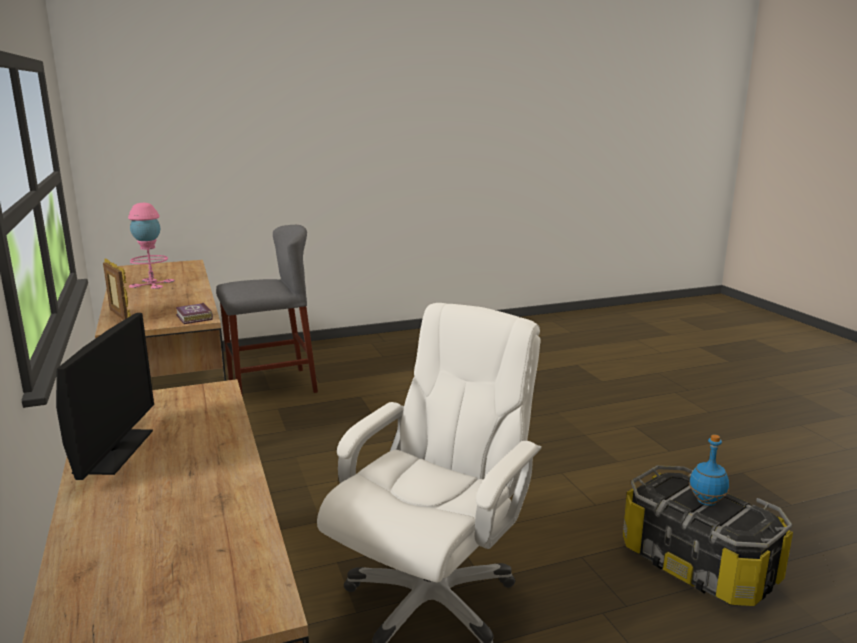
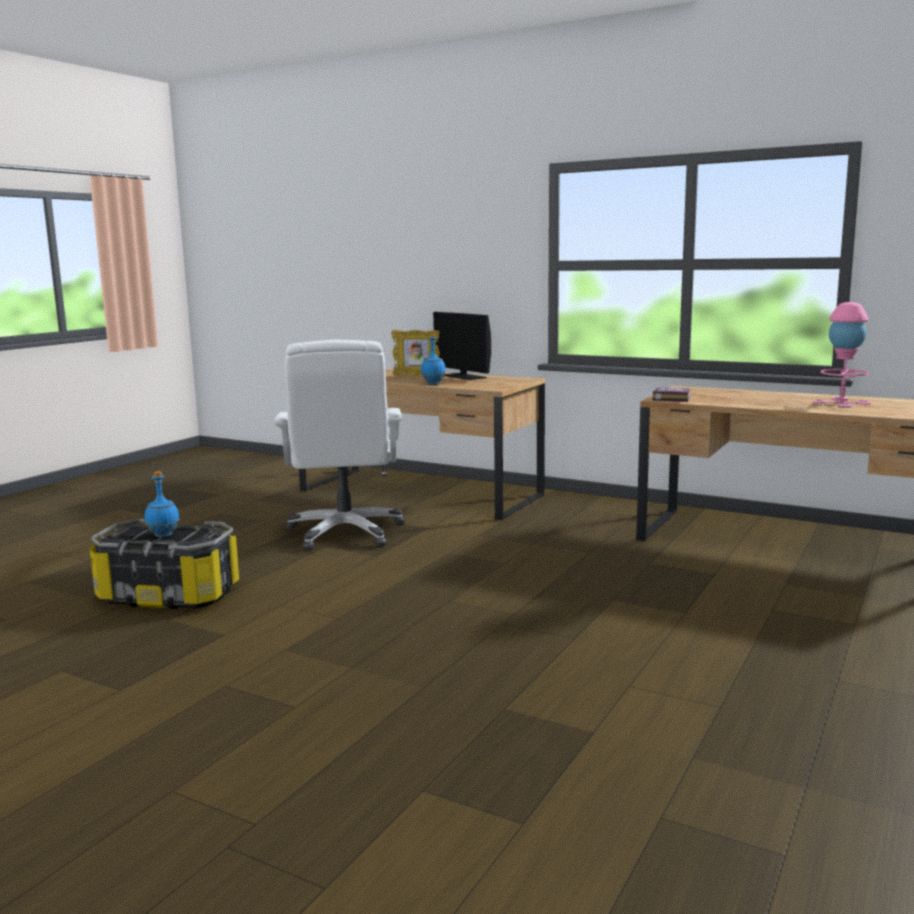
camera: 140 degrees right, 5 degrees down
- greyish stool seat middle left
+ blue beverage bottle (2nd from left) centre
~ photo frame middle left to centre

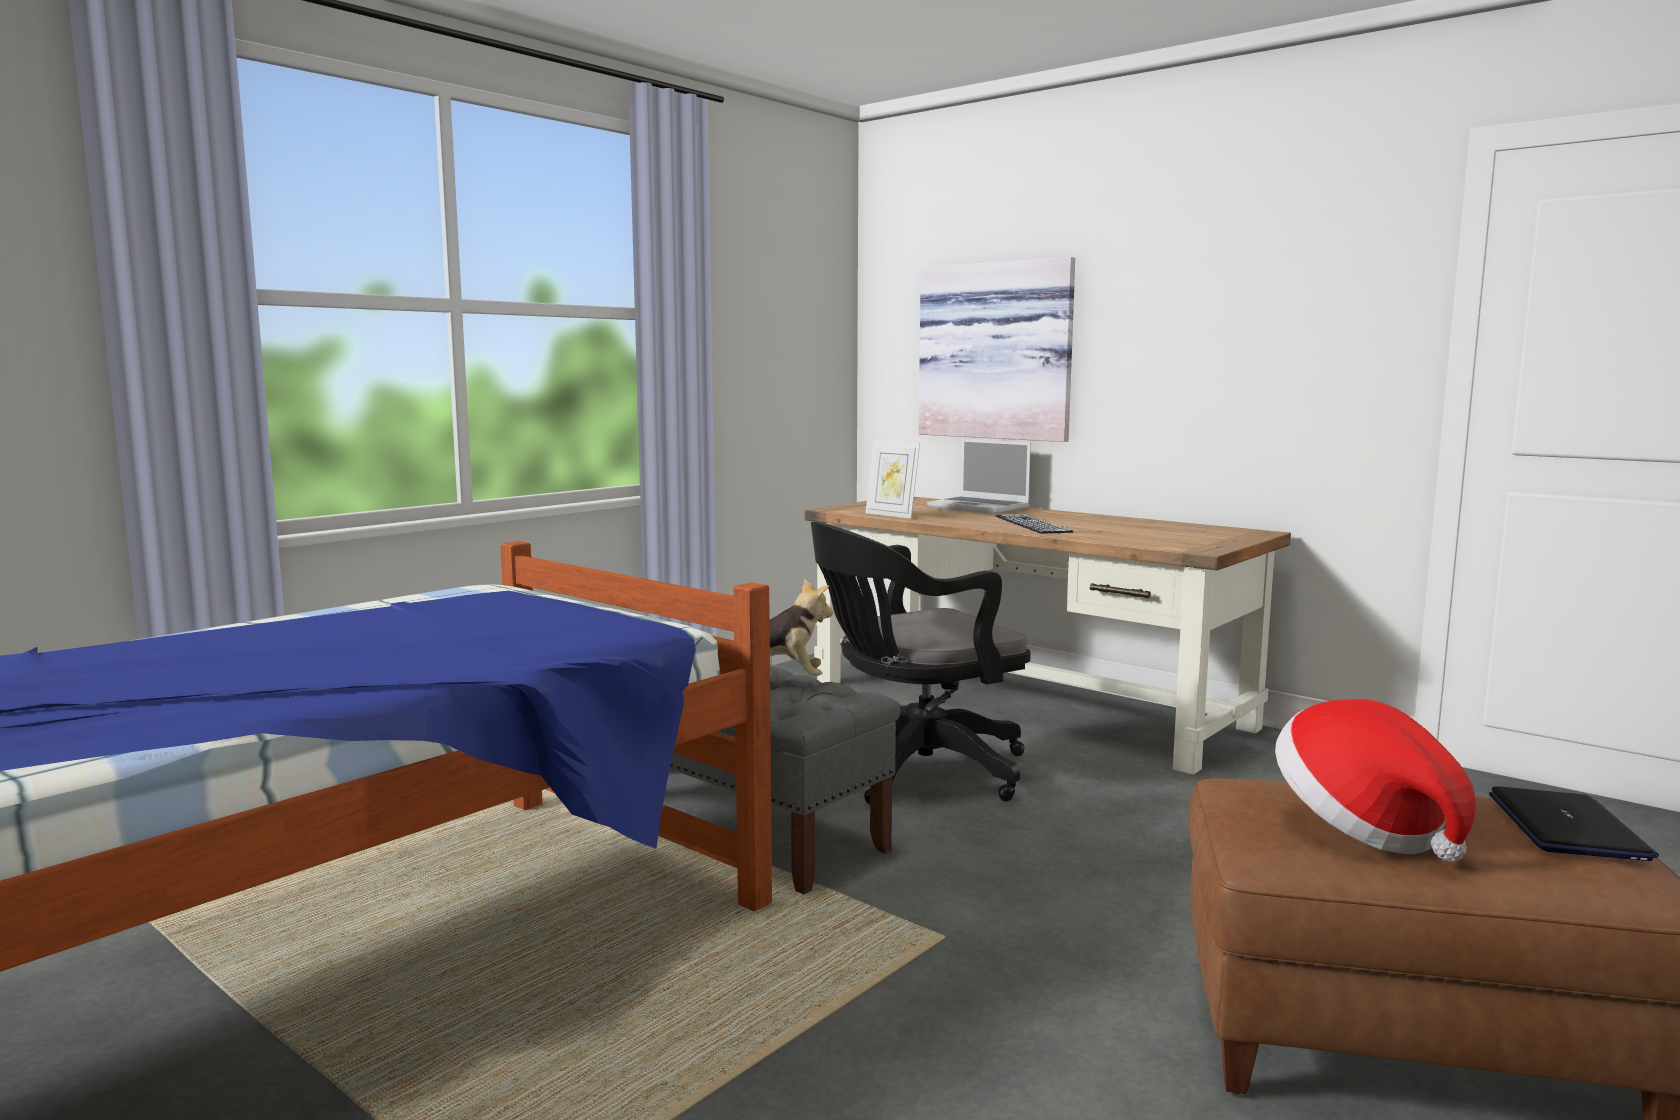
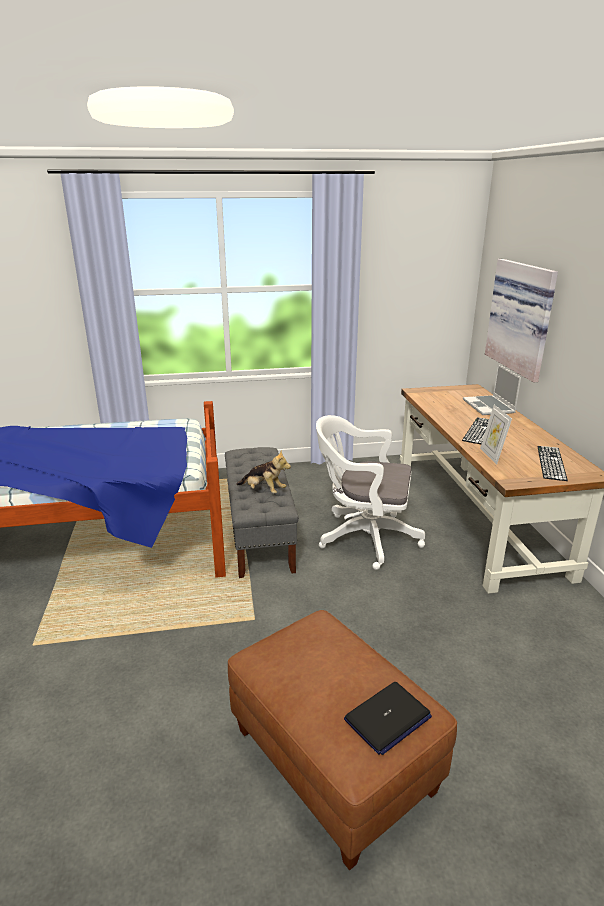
camera: 40 degrees right, 15 degrees up
- hat bottom right
+ keyboard (2nd from left) middle right
~ photo frame centre to middle right
~ blackish computer chair centre to white computer chair centre

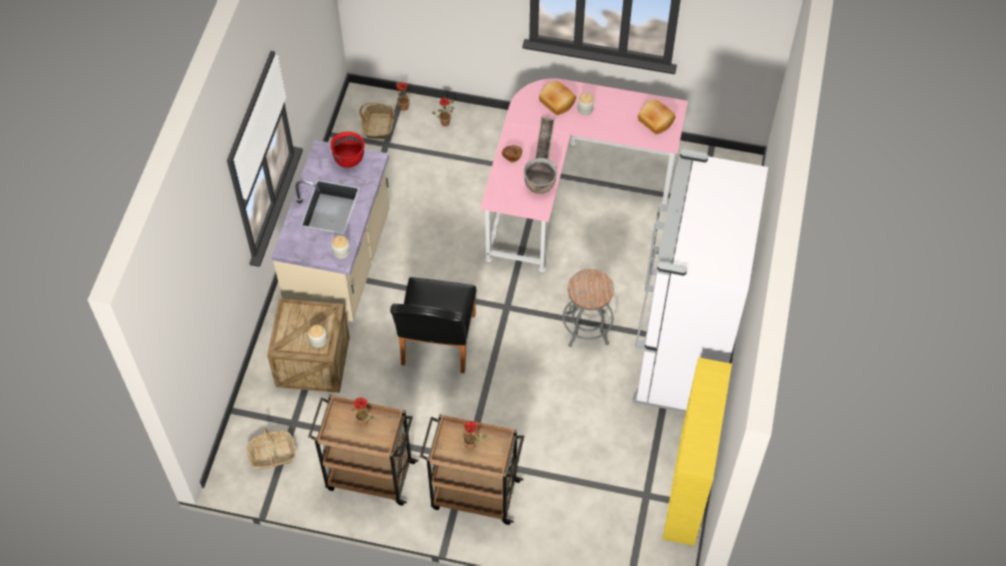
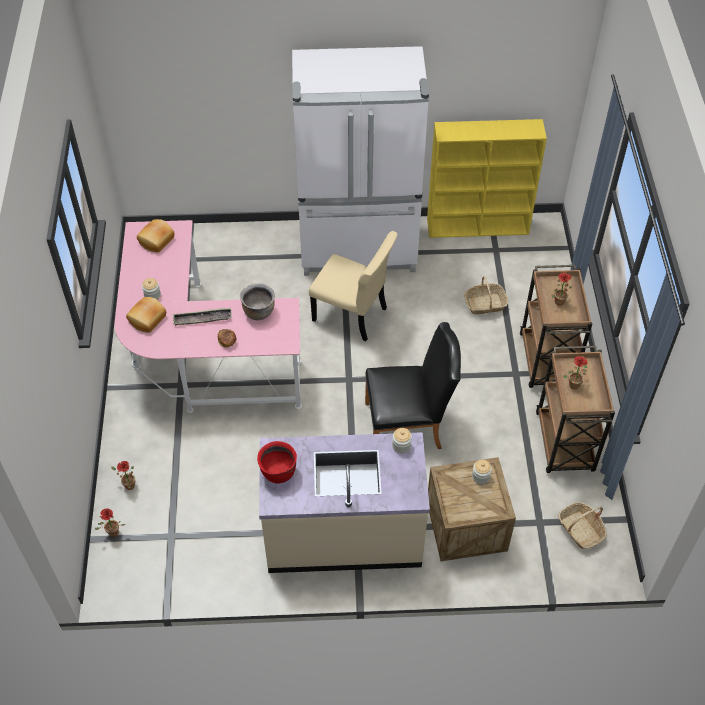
camera: 105 degrees left, 5 degrees down
~ storage basket (2nd from left in the first image) top centre to storage basket (1st from left) middle right
~ greyish stool seat centre to sand-coloured upright chair centre

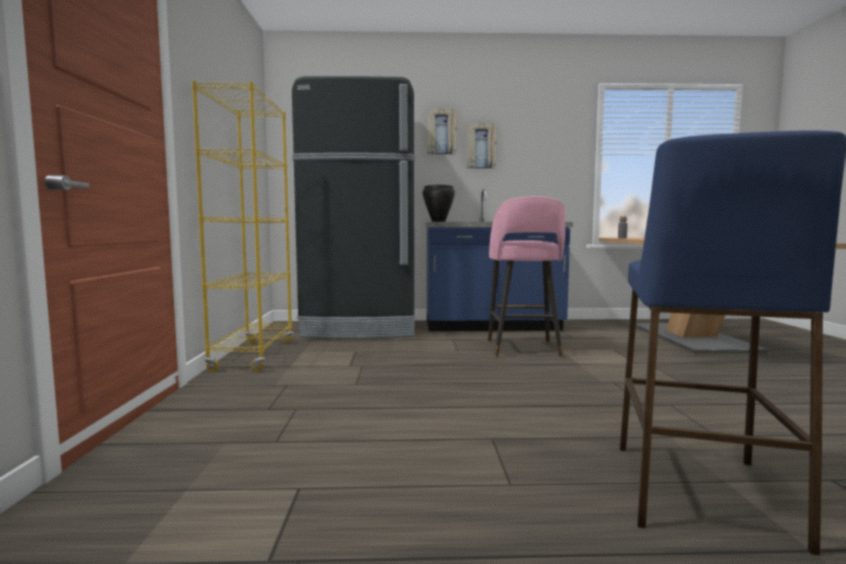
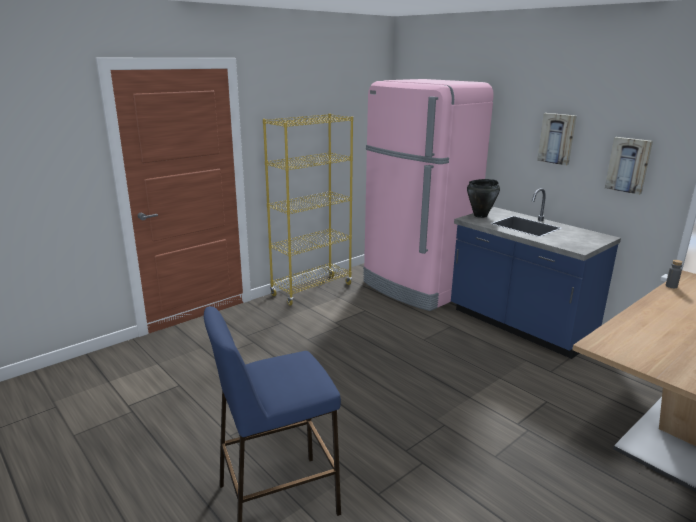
camera: 50 degrees right, 15 degrees up
- pink stool seat centre
~ wall picture (1st from left in the first image) top centre to wall picture (2nd from left) top right
~ blackish refrigerator centre to pink refrigerator centre

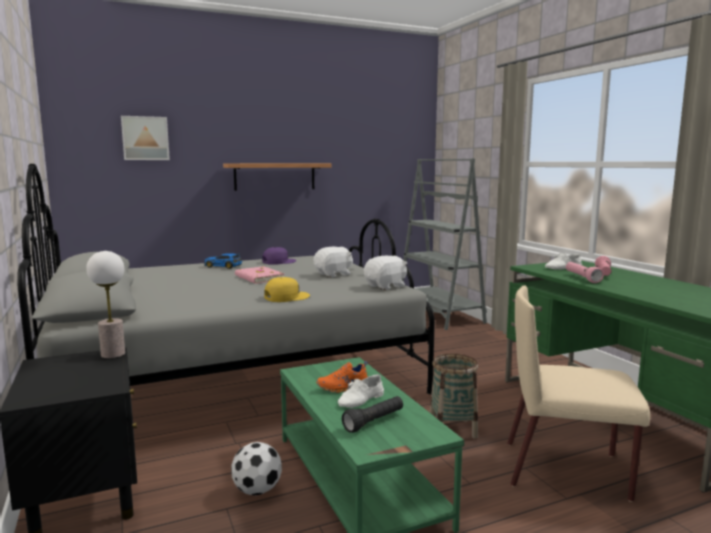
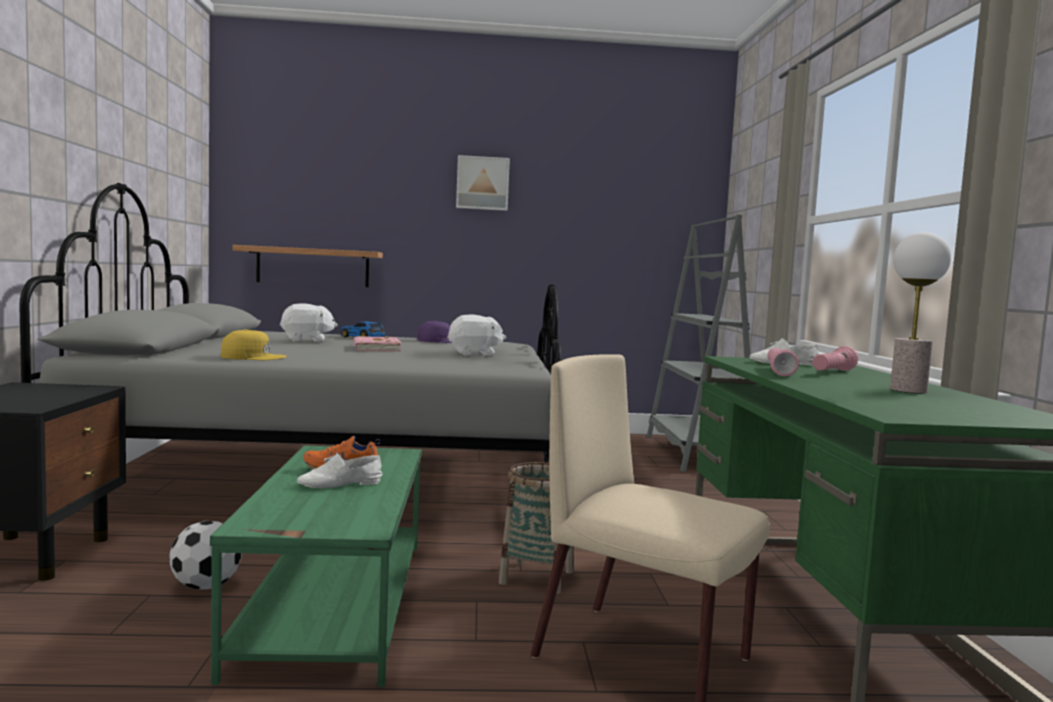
camera: 20 degrees right, 5 degrees down
- blackish hand torch bottom centre
~ table lamp middle left to middle right
~ wall picture top left to top centre
~ bracket shelf top centre to middle left
~ yellow-coloured baseball cap centre to middle left
~ white cuddly toy (2nd from left in the first image) centre to white cuddly toy (1st from left) middle left

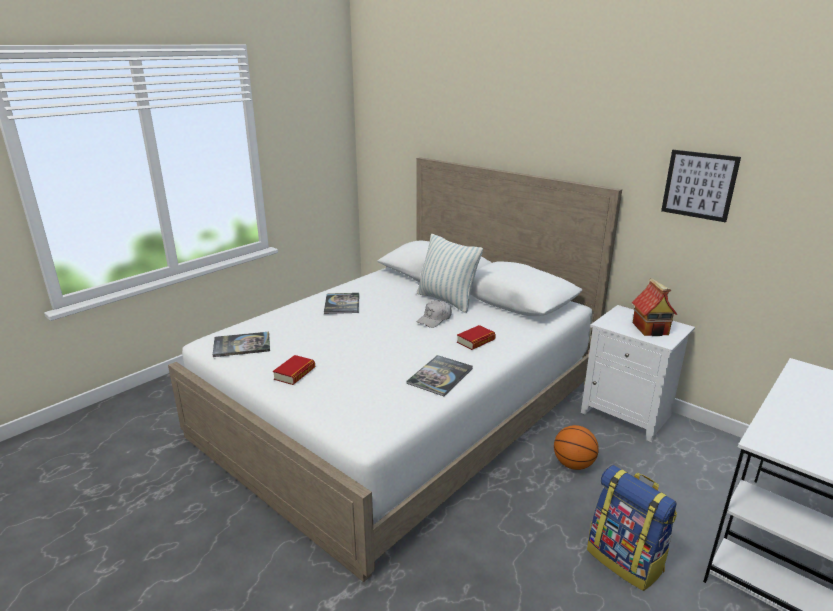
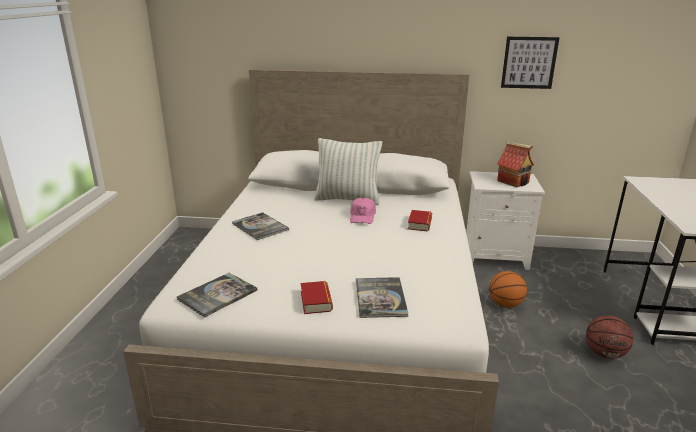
camera: 35 degrees left, 0 degrees up
~ volume (4th from left) centre to bottom centre
~ backpack bottom right to ball for basketball (2nd from left) bottom right
~ white baseball cap centre to pink baseball cap centre

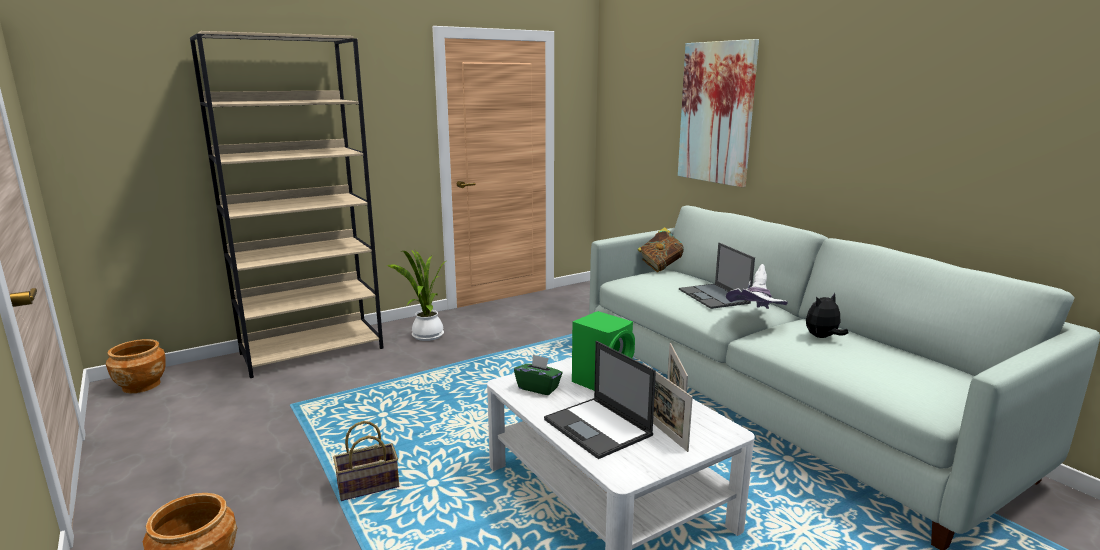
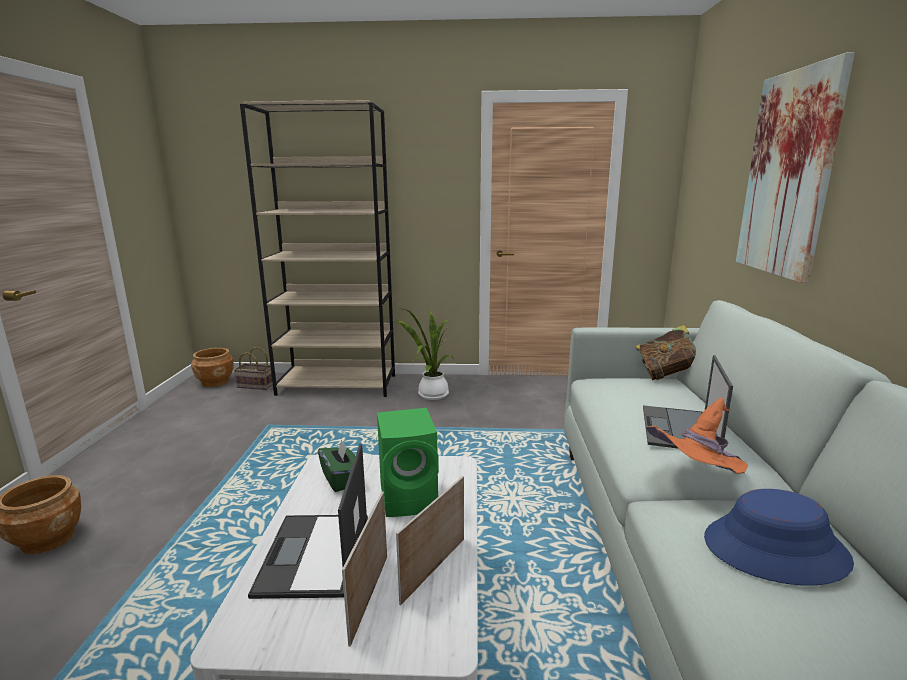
camera: 35 degrees right, 0 degrees up
~ storage basket bottom left to middle left
~ cuddly toy middle right to blue hat bottom right
~ white hat middle right to orange hat middle right

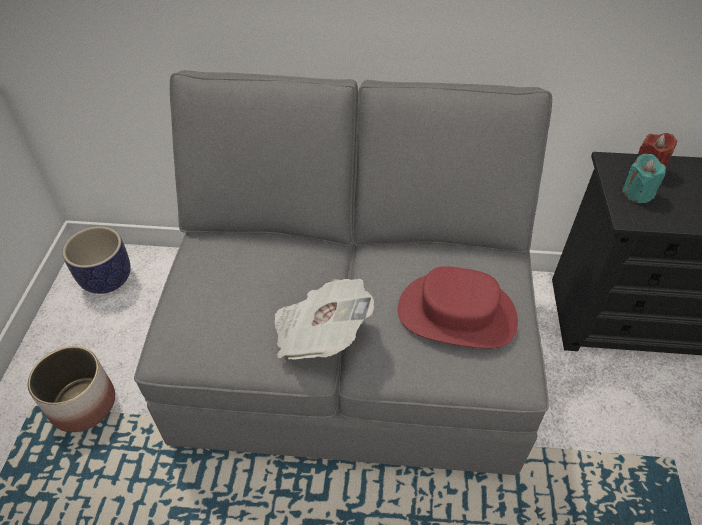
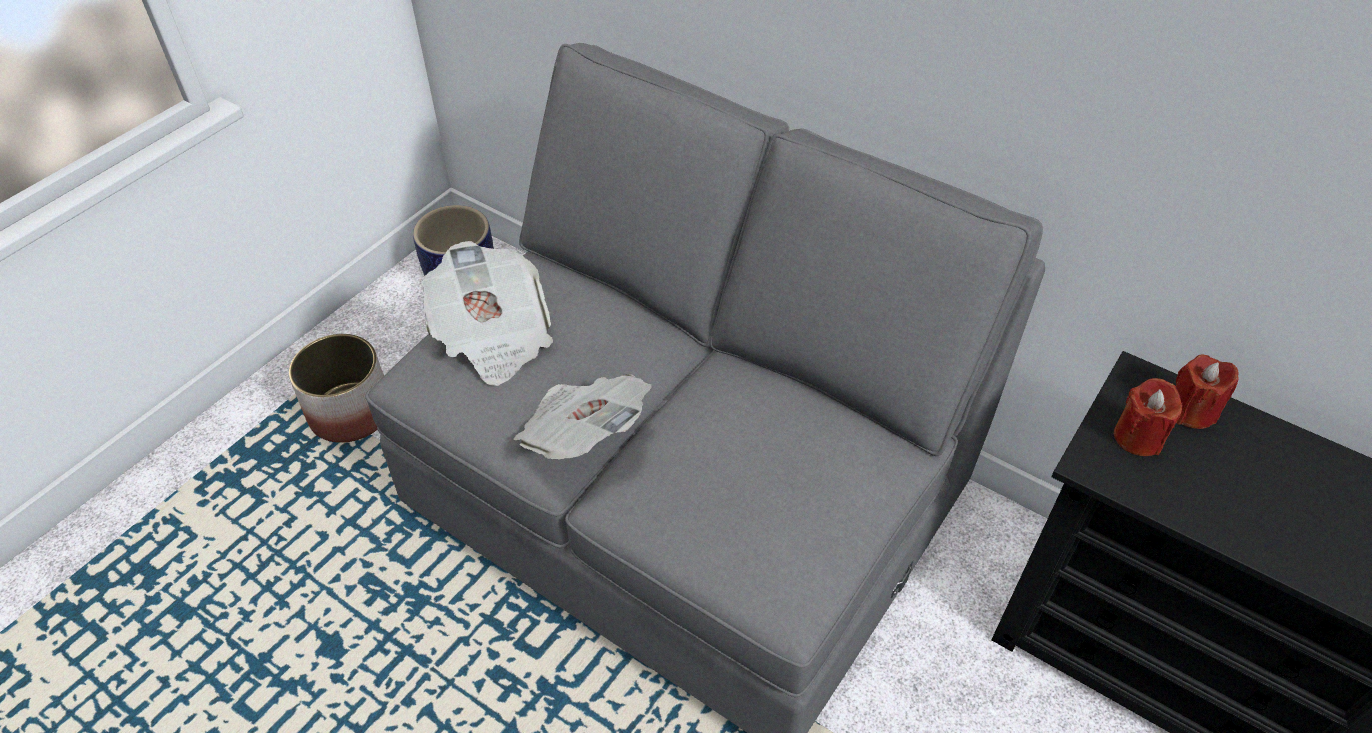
camera: 30 degrees right, 0 degrees up
- red-coloured hat centre
+ printed paper (1st from left) centre
~ turquoise-coloured wax light middle right to red-coloured wax light (1st from left) middle right

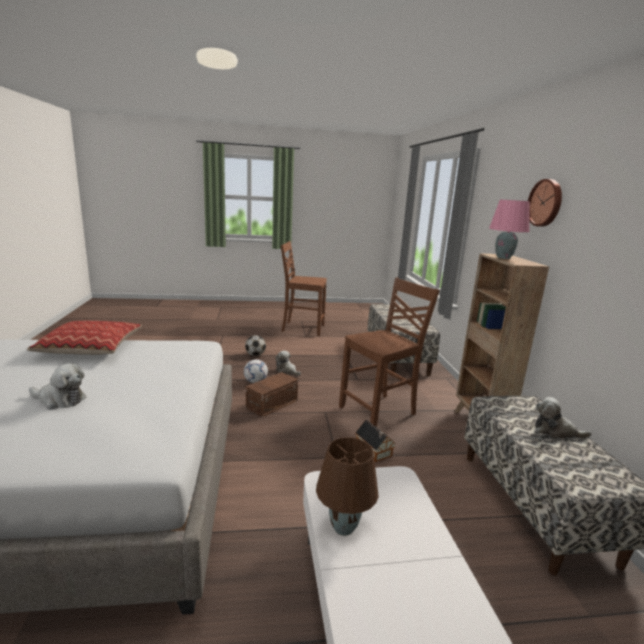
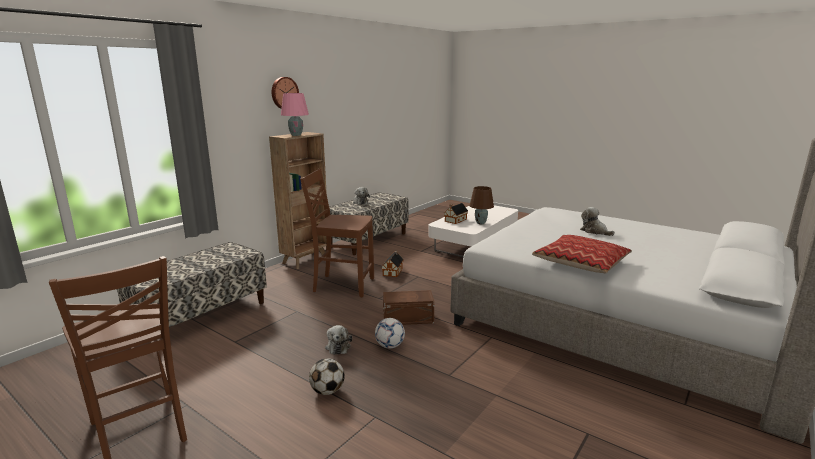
camera: 135 degrees left, 0 degrees up
+ toy house (2nd from left) centre

